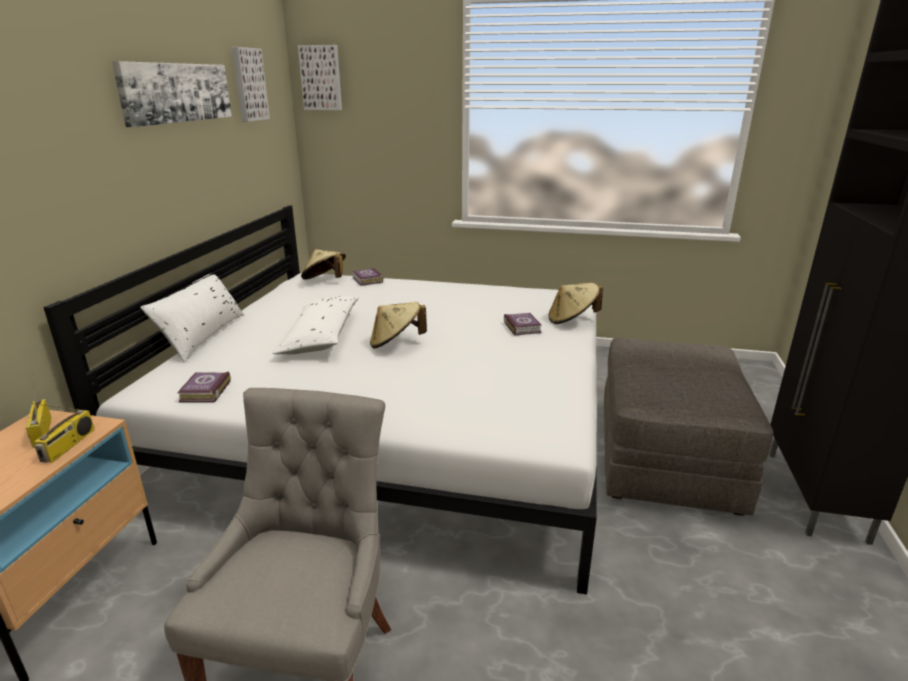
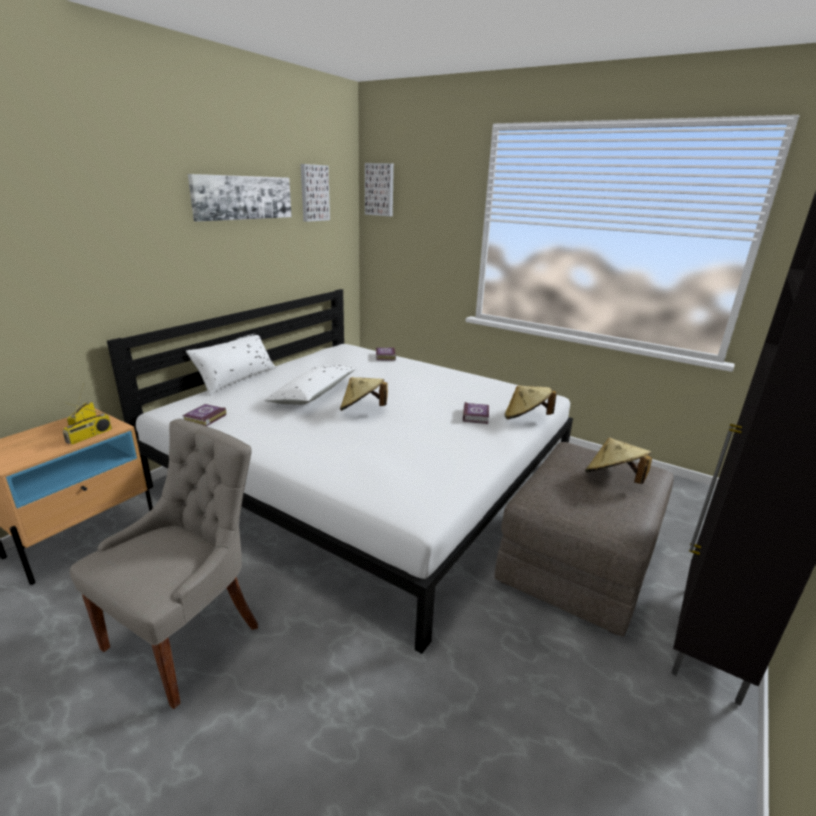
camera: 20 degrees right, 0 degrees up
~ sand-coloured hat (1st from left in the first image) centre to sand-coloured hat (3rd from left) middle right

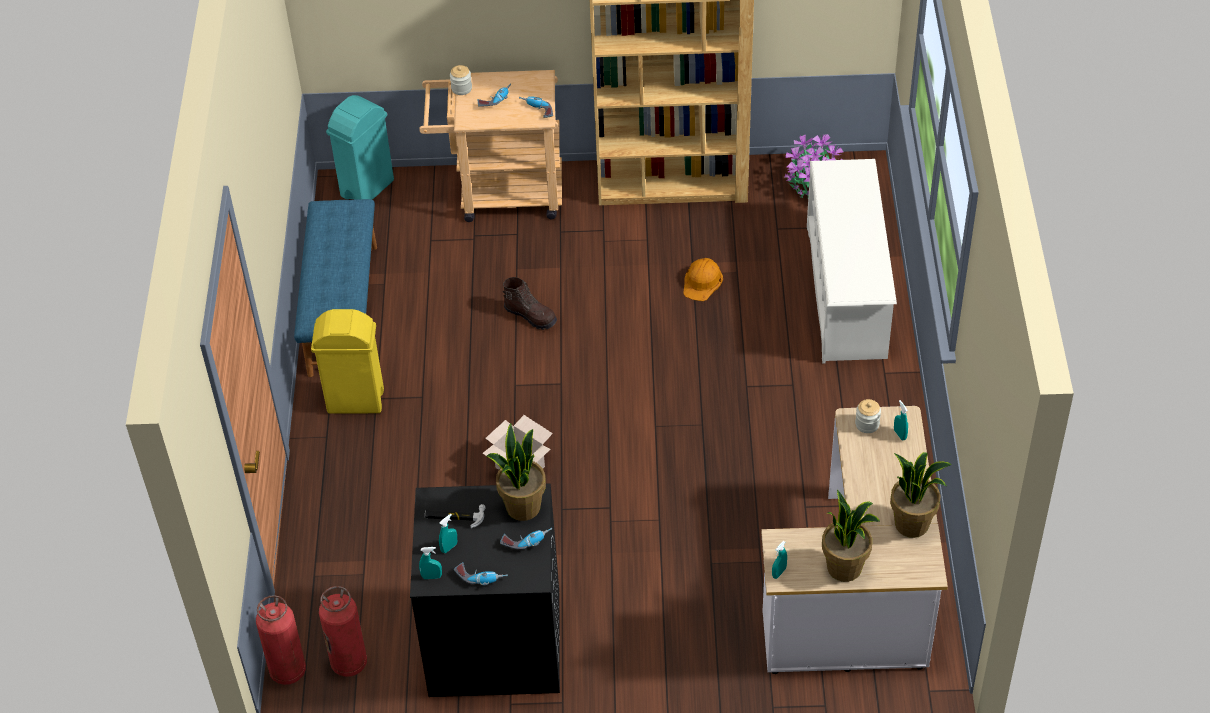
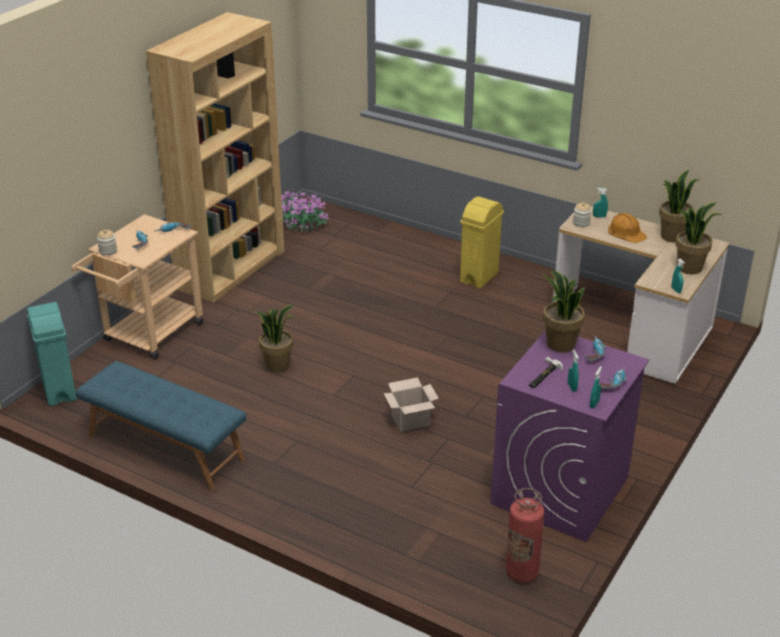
camera: 60 degrees left, 15 degrees down
- fire-fighting cylinder (1st from left) bottom left
- white shoe rack middle right
~ yellow-coloured waste bin middle left to centre
~ orange safety helmet centre to middle right
~ brown-coloured high-top boot centre to potted plant (1st from left) centre
~ blackish laundry appliance bottom centre to purple laundry appliance bottom right

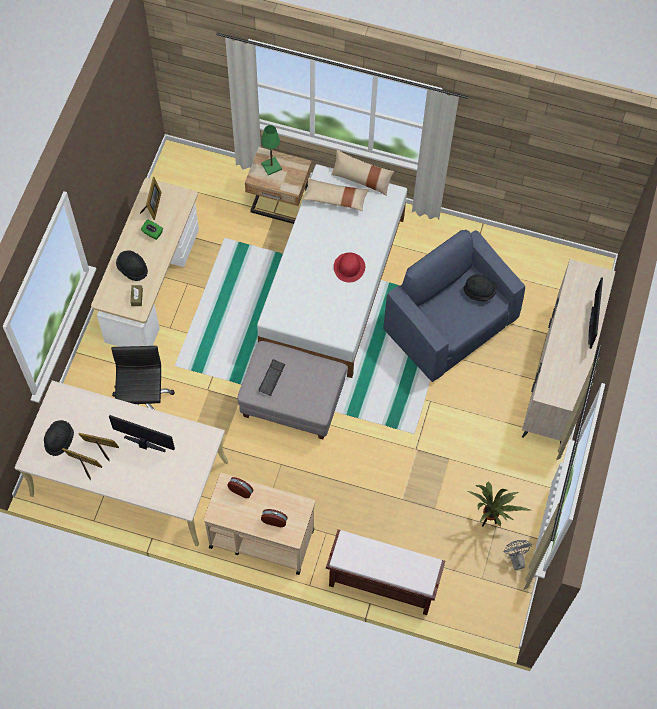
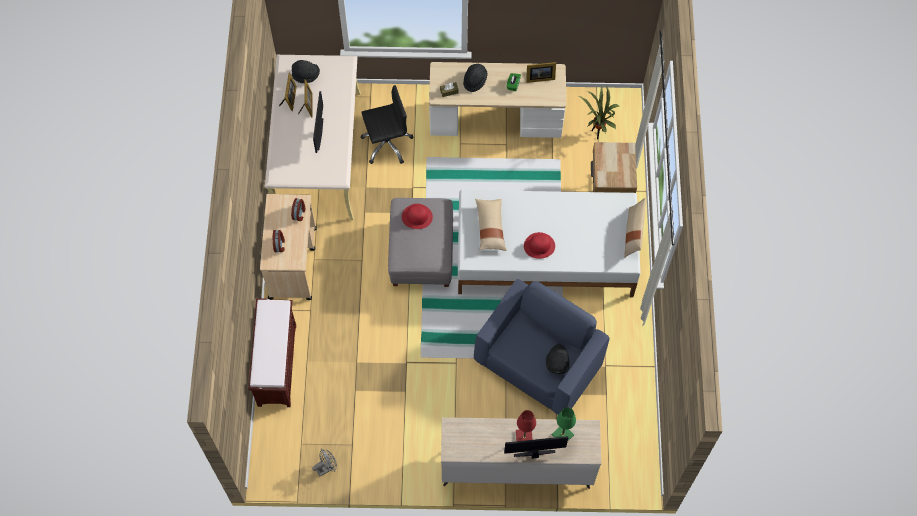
camera: 75 degrees right, 0 degrees up
+ red-coloured table lamp bottom centre
~ green-coloured table lamp top centre to bottom centre
~ sand-coloured throw pillow (1st from left) top centre to centre
~ potted plant bottom right to top centre
~ keyboard centre to red-coloured hat (1st from left) centre

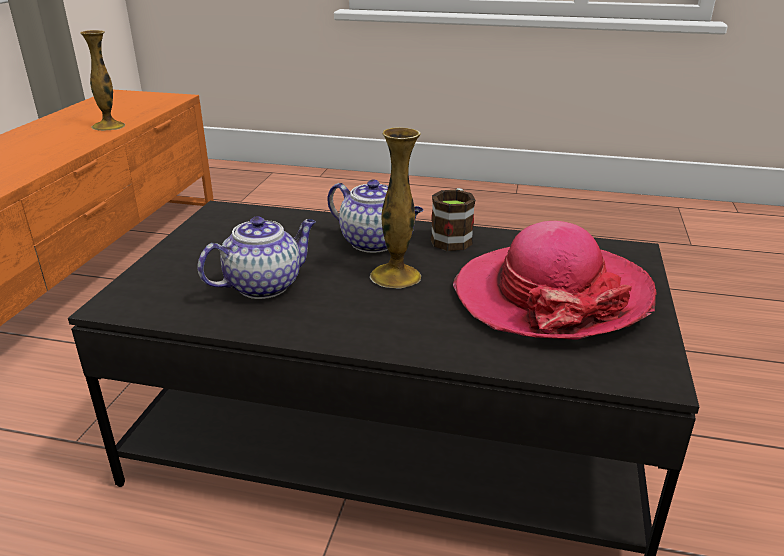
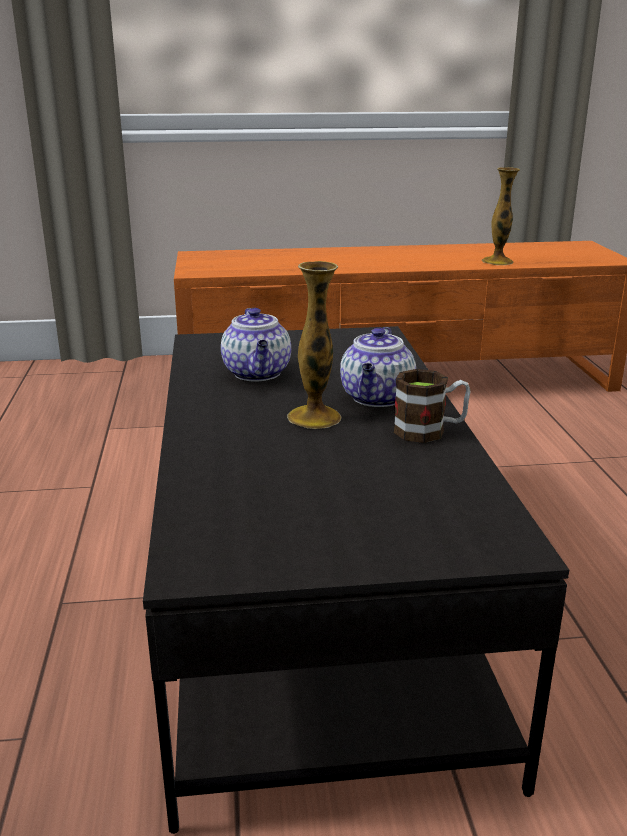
camera: 70 degrees right, 5 degrees down
- hat middle right
~ tea pot (1st from left) middle left = centre 45 degrees clockwise

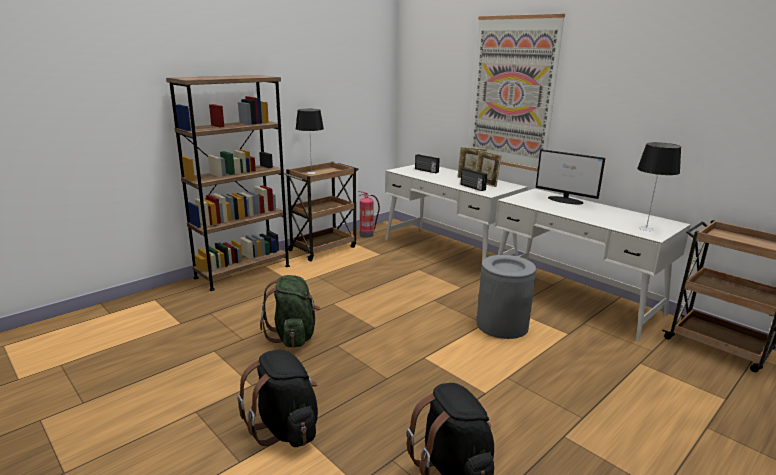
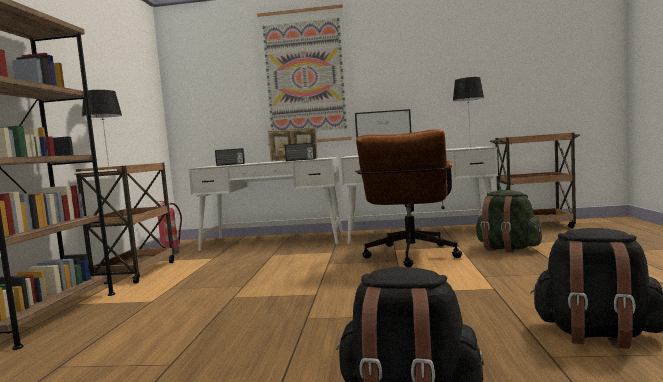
camera: 40 degrees left, 15 degrees down
~ green-coloured backpack centre to middle right
~ greyish waste bin centre to brown-coloured computer chair centre

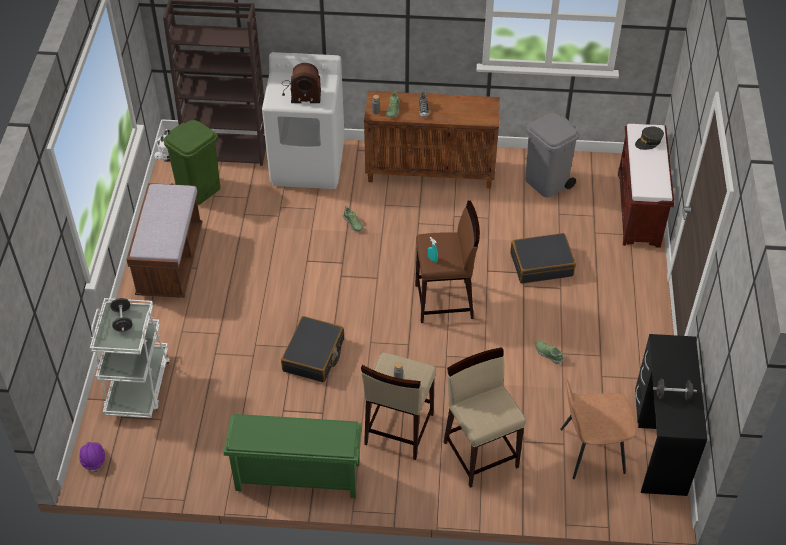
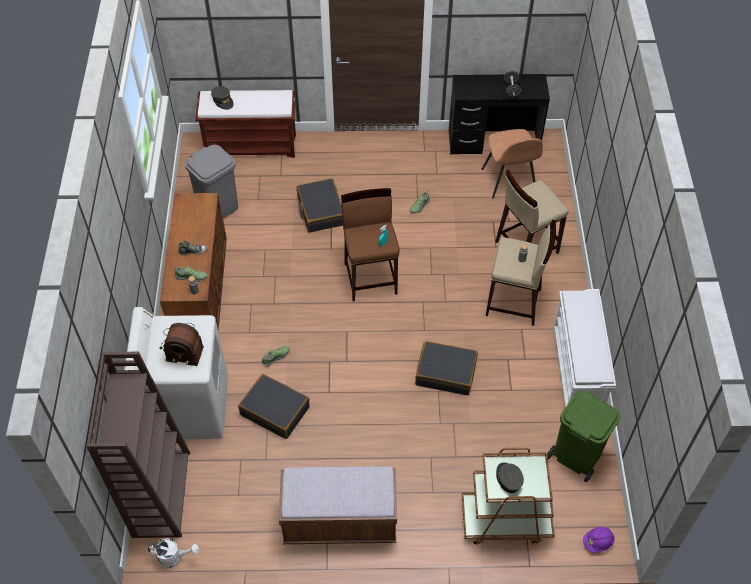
camera: 95 degrees left, 5 degrees up
+ blackish travel case (1st from left) bottom centre
~ green-coloured waste bin top left to bottom right
~ blackish free weight (1st from left) middle left to greyish baseball cap (2nd from left) bottom right
~ white wheeled cart middle left to brown-coloured wheeled cart bottom right
~ green-coloured shoe rack bottom centre to white shoe rack middle right
~ radio set top centre = middle left 105 degrees clockwise

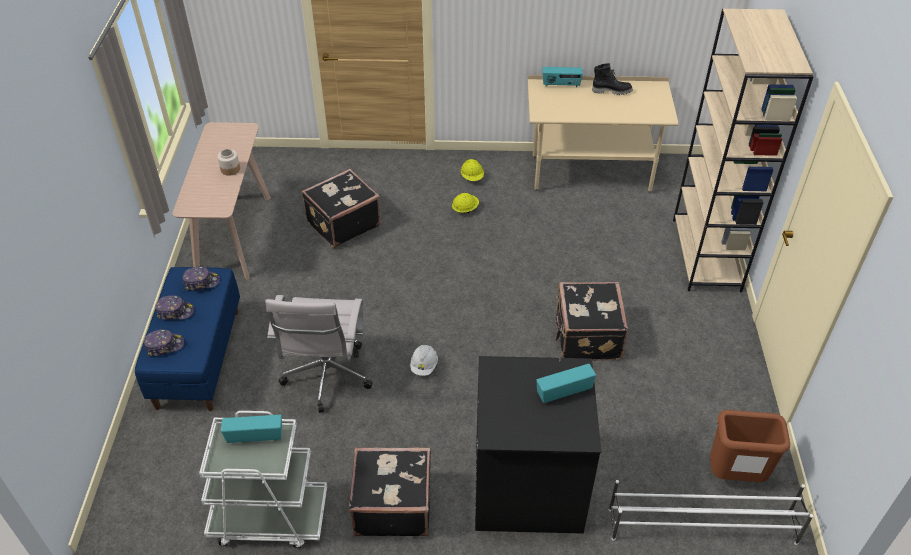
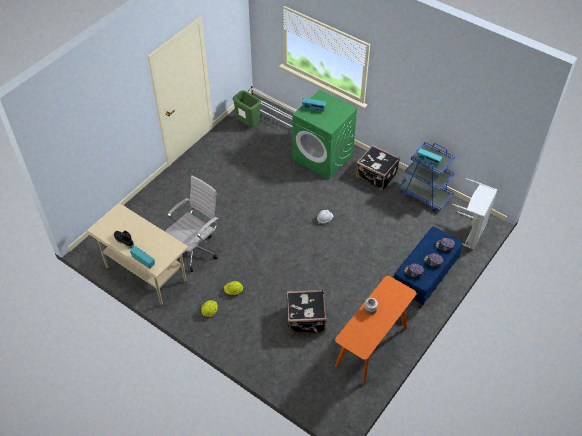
camera: 145 degrees left, 5 degrees up
- blackish travel case (3rd from left) centre
- sand-coloured bookshelf top right
+ greyish hamper middle right
~ white computer chair centre to middle left
~ sand-coloured hall table middle left to orange hall table bottom centre
~ white wheeled cart bottom left to blue wheeled cart middle right
~ blackish laundry appliance bottom centre to green-coloured laundry appliance top centre
~ brown-coloured waste bin bottom right to green-coloured waste bin top centre

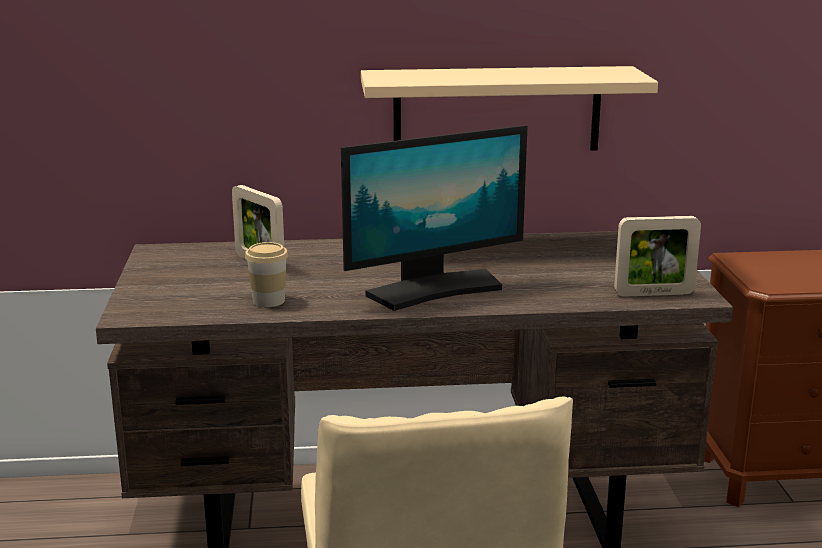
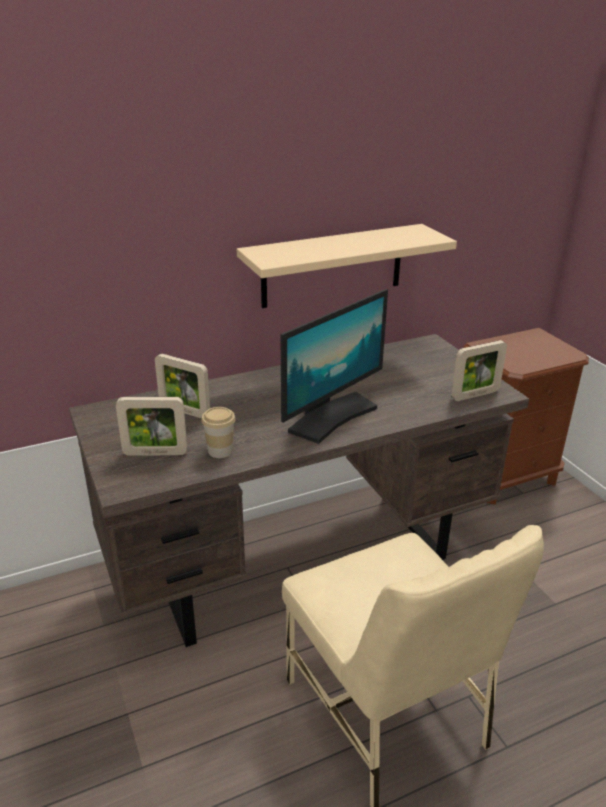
camera: 20 degrees left, 10 degrees up
+ photo frame (1st from left) middle left

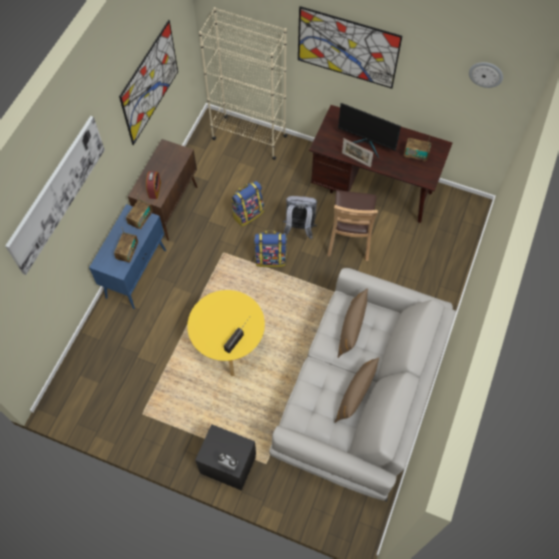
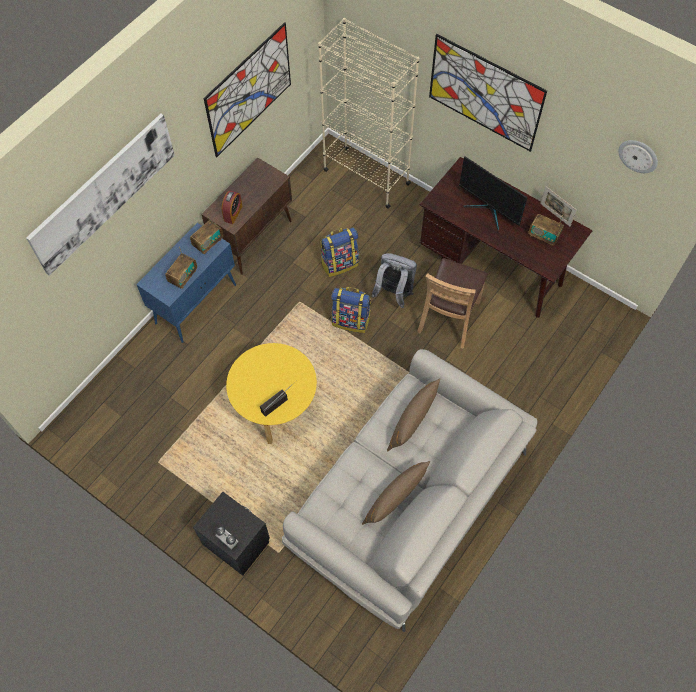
camera: 15 degrees right, 0 degrees up
~ photo frame top centre to top right

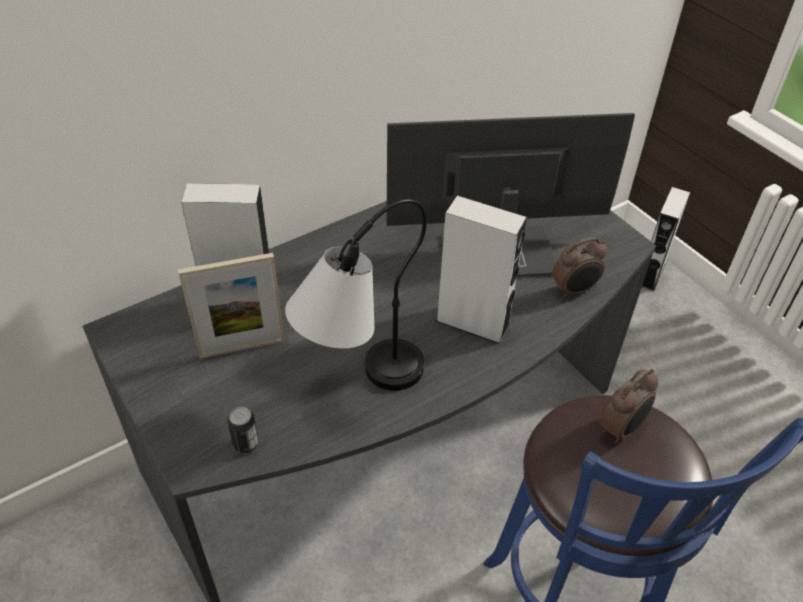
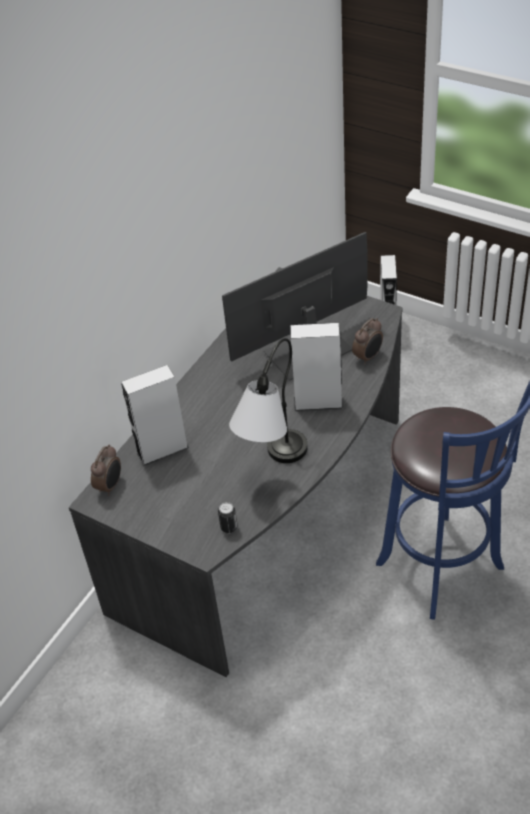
camera: 20 degrees left, 0 degrees up
- photo frame middle left
~ table clock (2nd from left in the first image) bottom right to table clock (1st from left) middle left

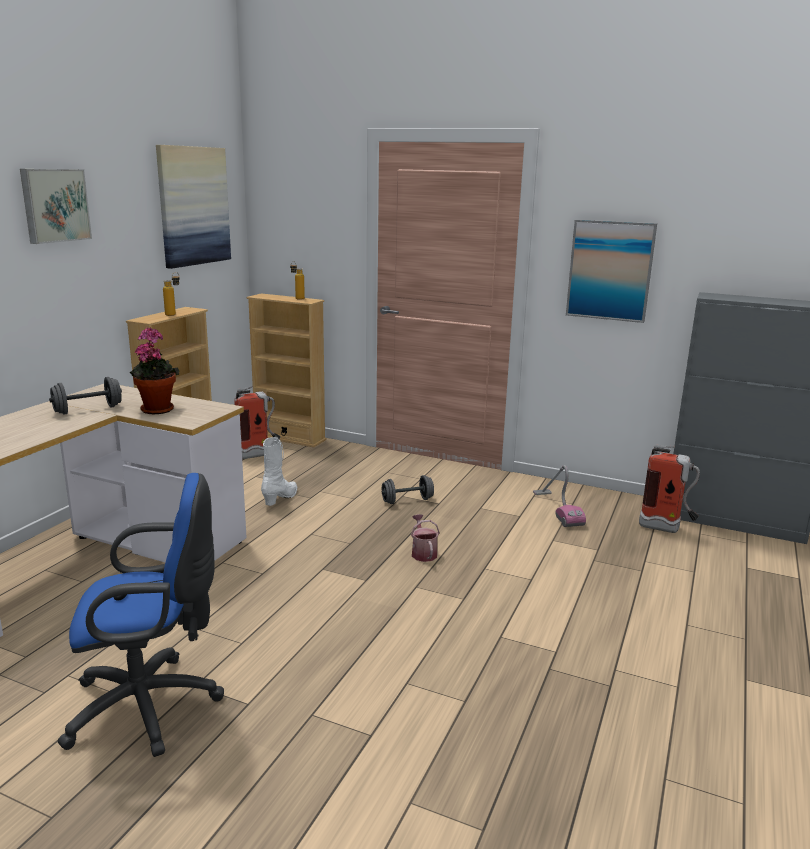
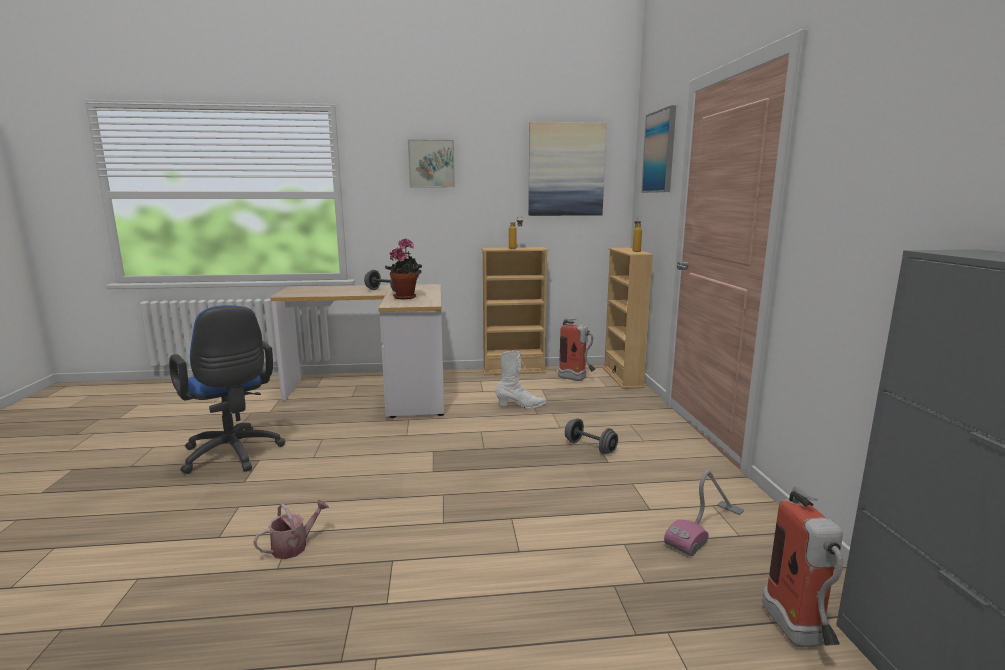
camera: 60 degrees right, 5 degrees down
~ sprinkling can centre to bottom left
~ wall picture (3rd from left) top right to top centre

